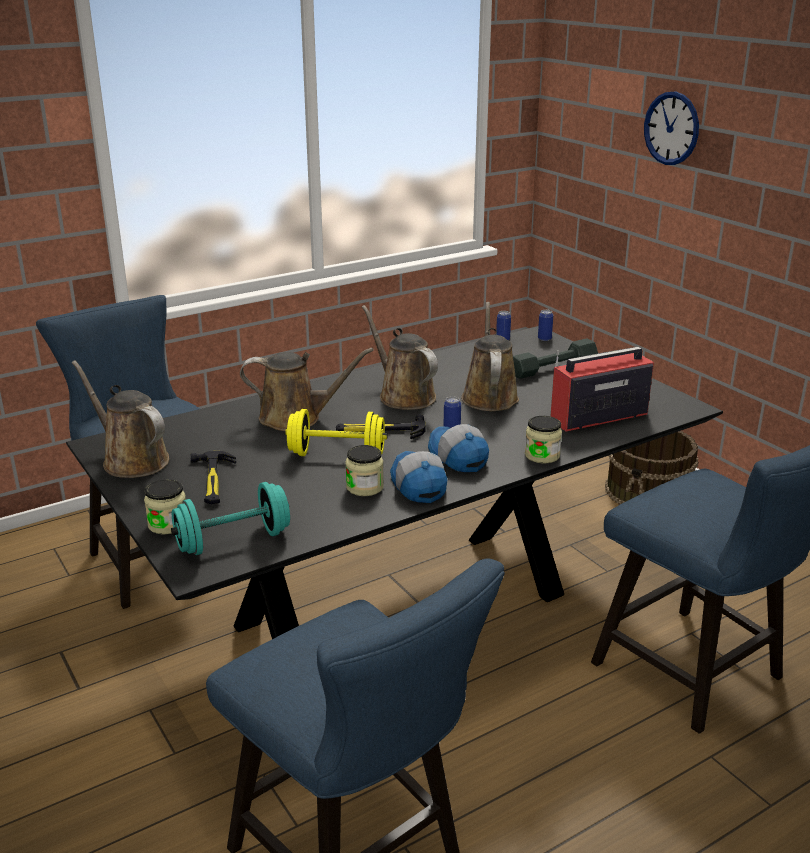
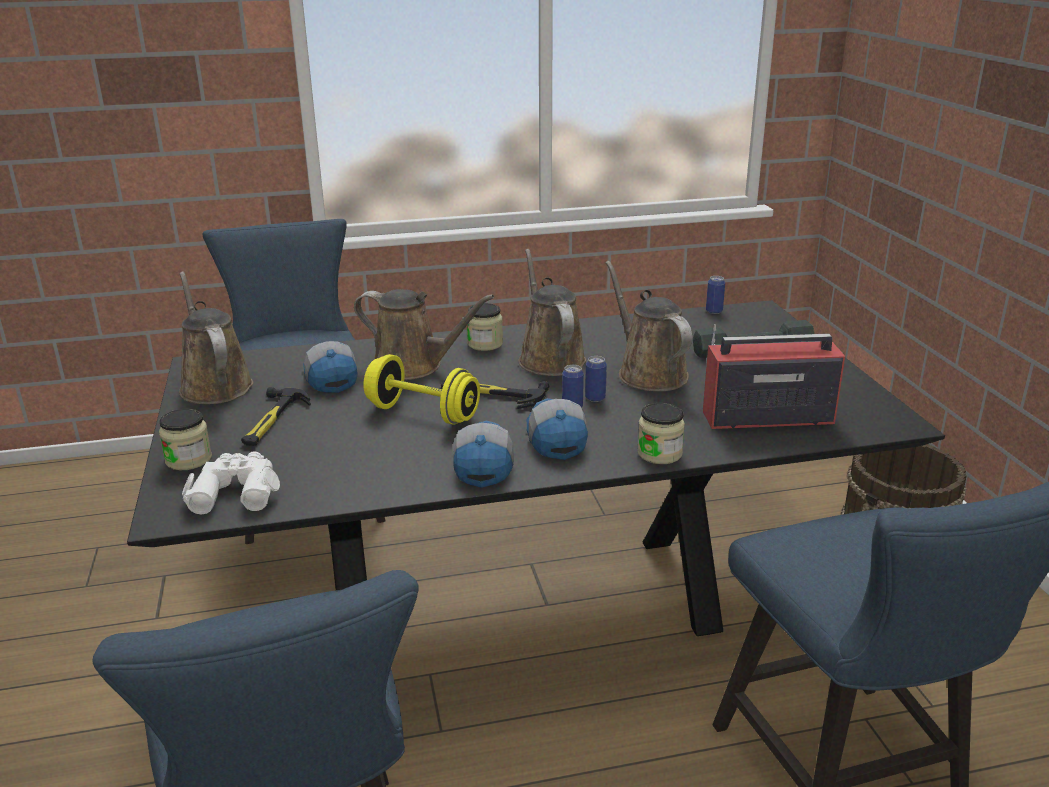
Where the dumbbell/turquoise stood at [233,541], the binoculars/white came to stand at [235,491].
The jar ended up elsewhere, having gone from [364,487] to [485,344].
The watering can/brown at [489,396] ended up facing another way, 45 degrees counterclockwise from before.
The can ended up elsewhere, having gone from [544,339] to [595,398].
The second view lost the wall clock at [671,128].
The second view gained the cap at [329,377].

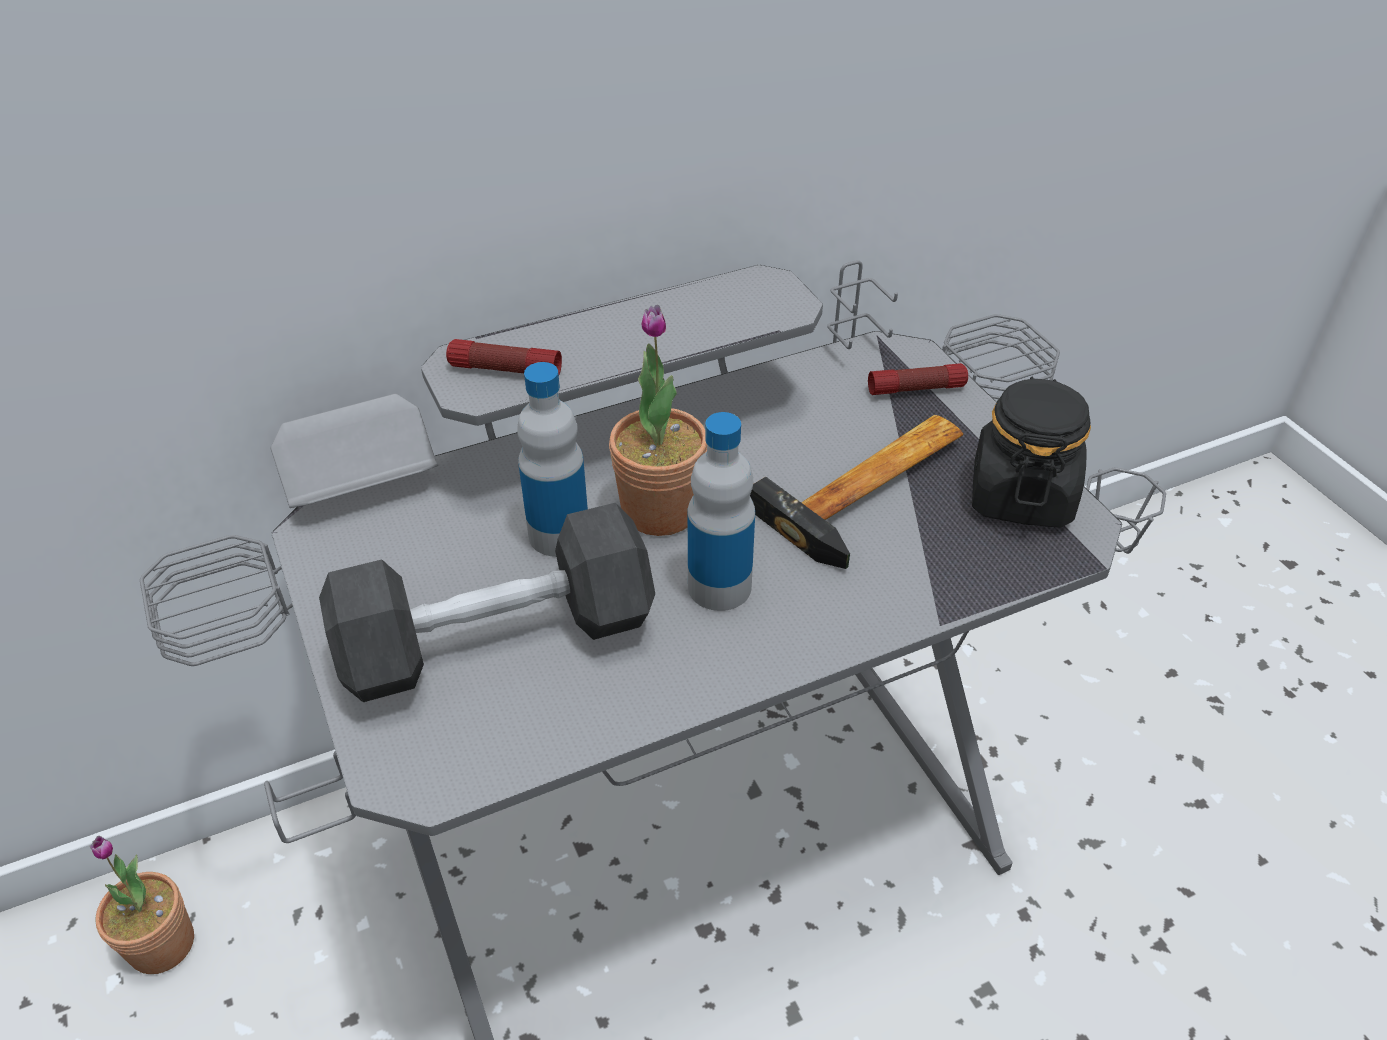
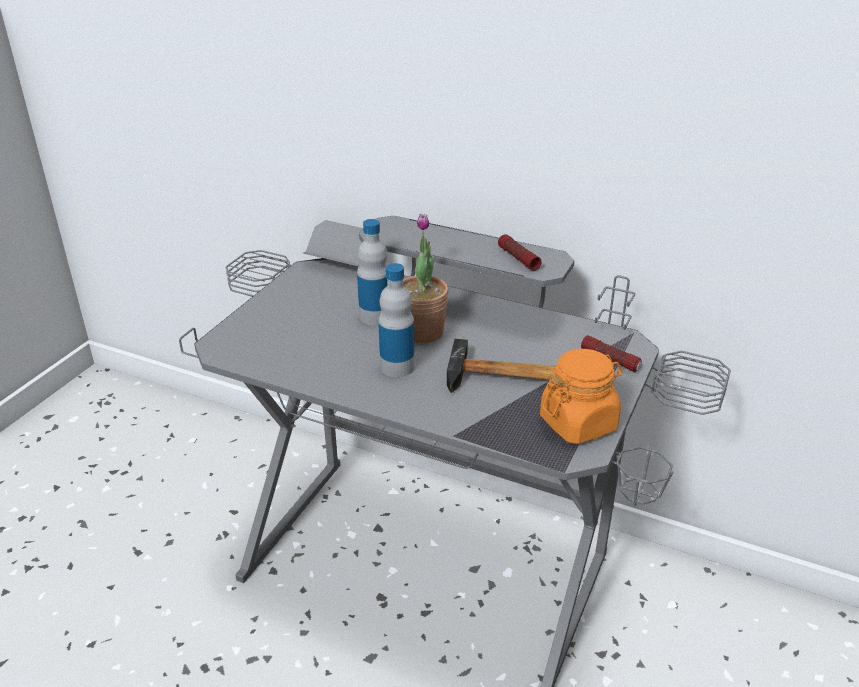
The second view lost the potted plant at [162,944].
The second view lost the dumbbell/black at [498,639].
The flashlight ended up elsewhere, having gone from [505,370] to [518,258].
What was the jar/black at [1020,495] turned into the jar/orange at [578,423].

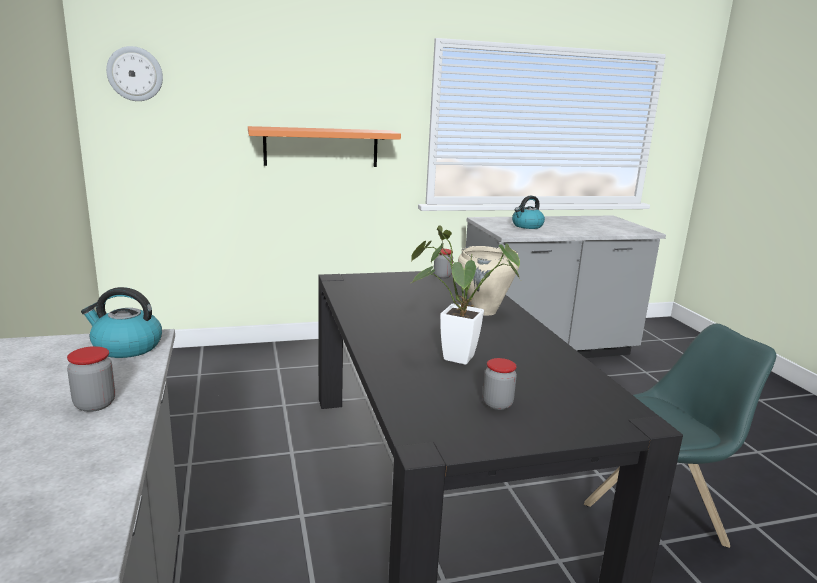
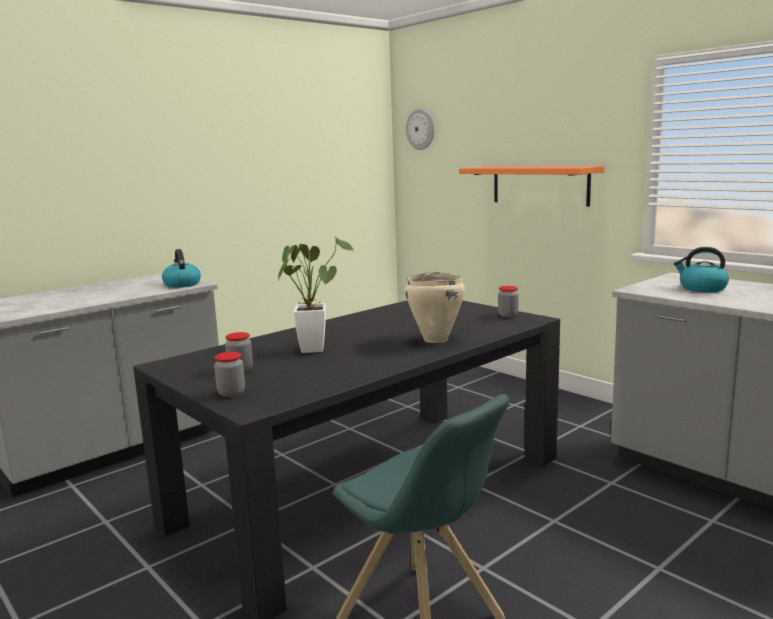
The jar ended up elsewhere, having gone from [95,404] to [231,393].

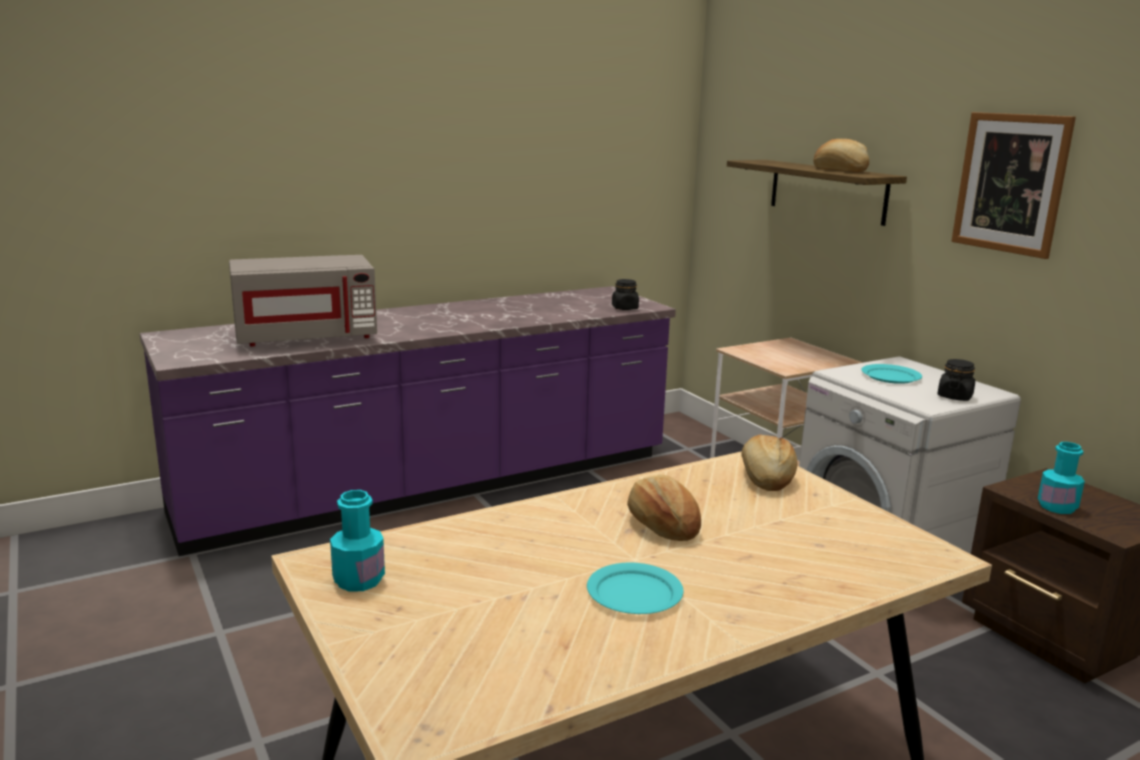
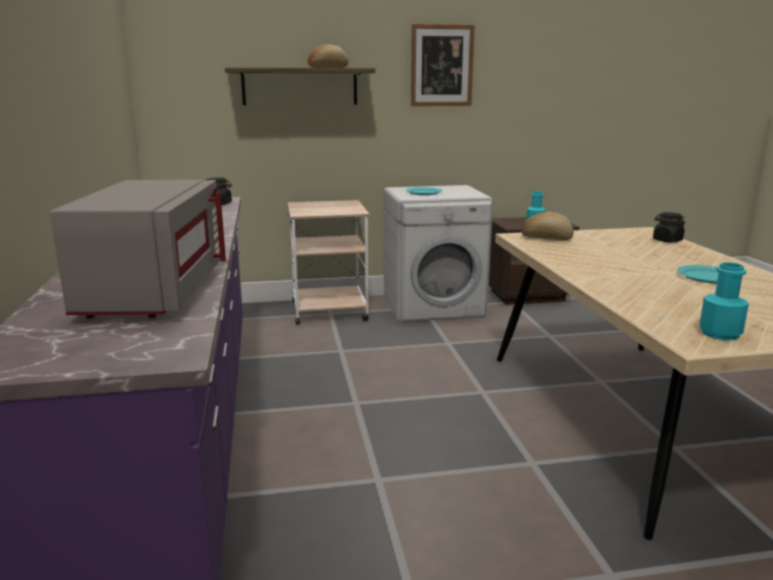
The second view lost the bread at [662,525].
The jar/black ended up elsewhere, having gone from [954,396] to [667,240].

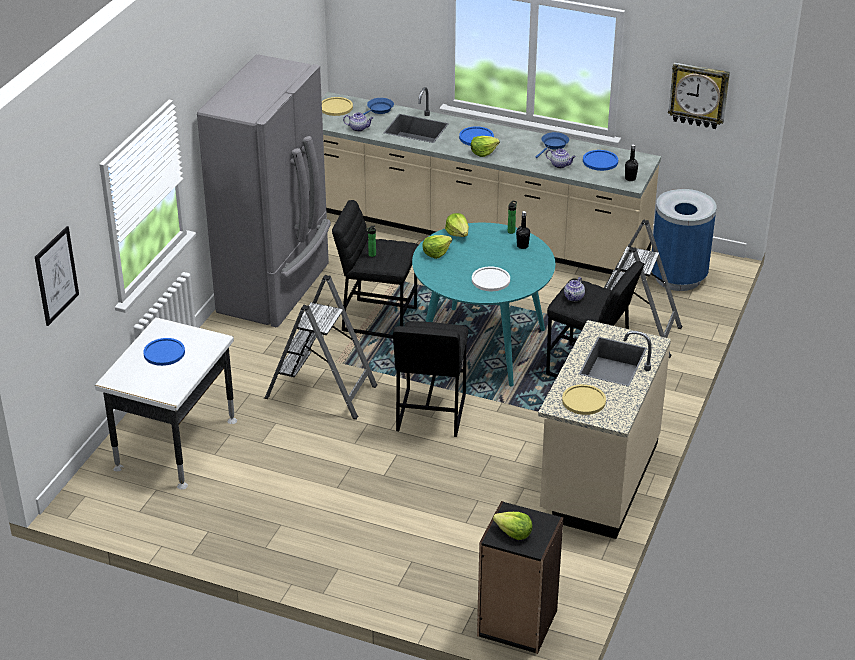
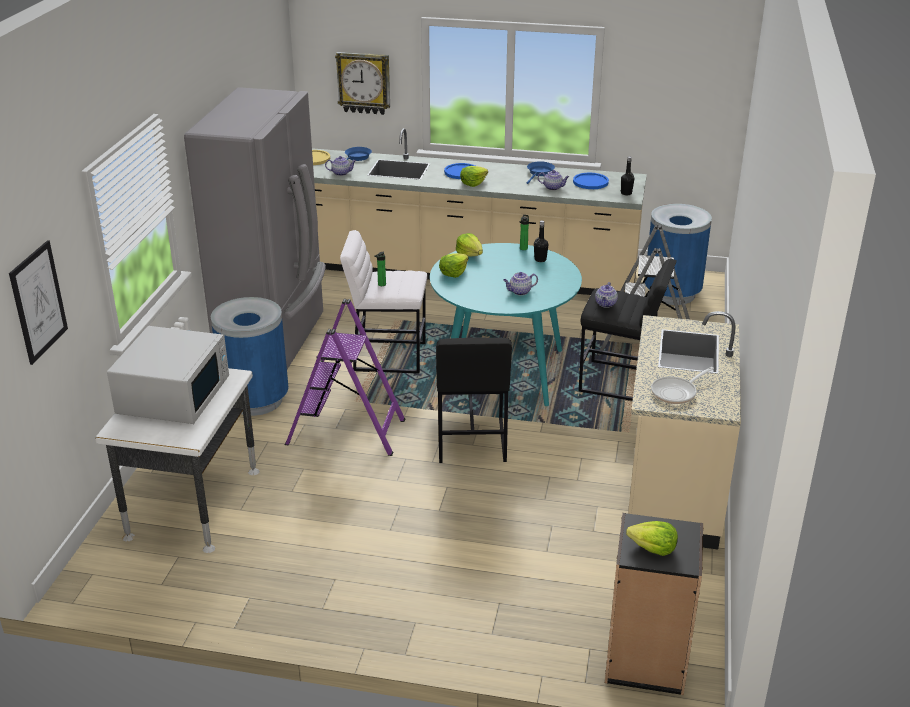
Where the plate/blue stood at [164,353], the microwave/white came to stand at [174,395].
What was the step ladder/grey at [322,391] turned into the step ladder/purple at [347,431].
What was the stool/black at [377,319] turned into the stool/white at [387,356].
Where the plate/white stood at [490,280], the teapot came to stand at [519,292].
Where the plate/yellow stood at [583,400], the frying pan came to stand at [676,392].
The wall clock ended up elsewhere, having gone from [698,95] to [364,83].
The second view gained the trash can/blue at [255,400].

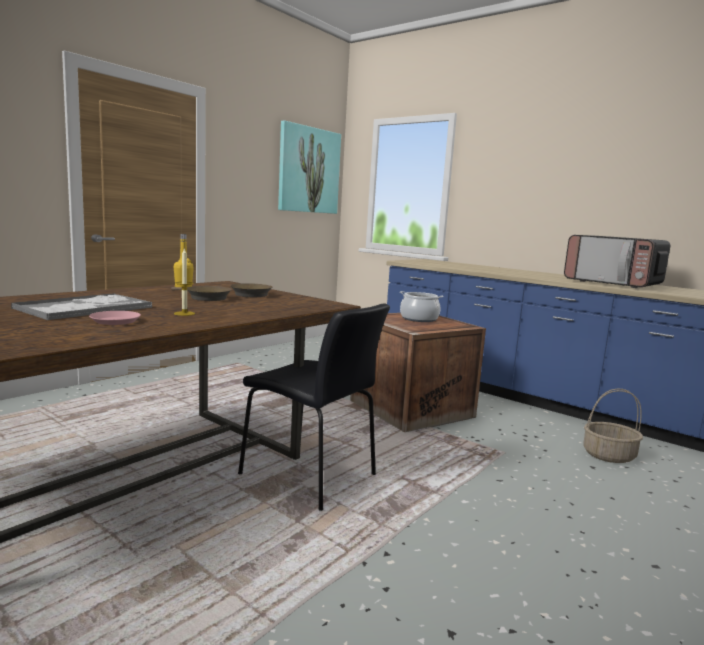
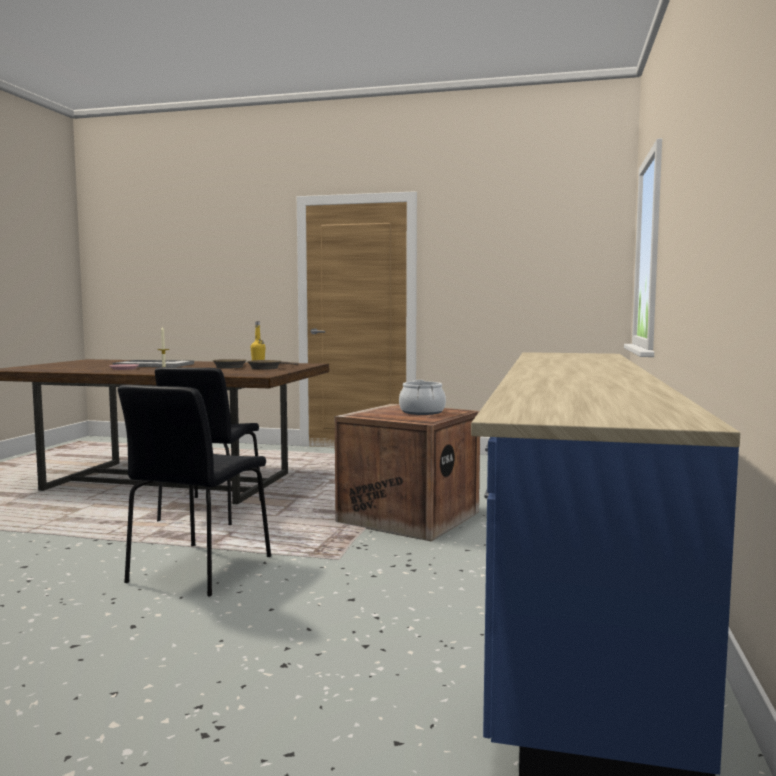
The second view lost the picture at [308,170].
The second view lost the microwave at [613,283].
The second view lost the basket at [609,455].
The second view gained the chair/black at [198,571].

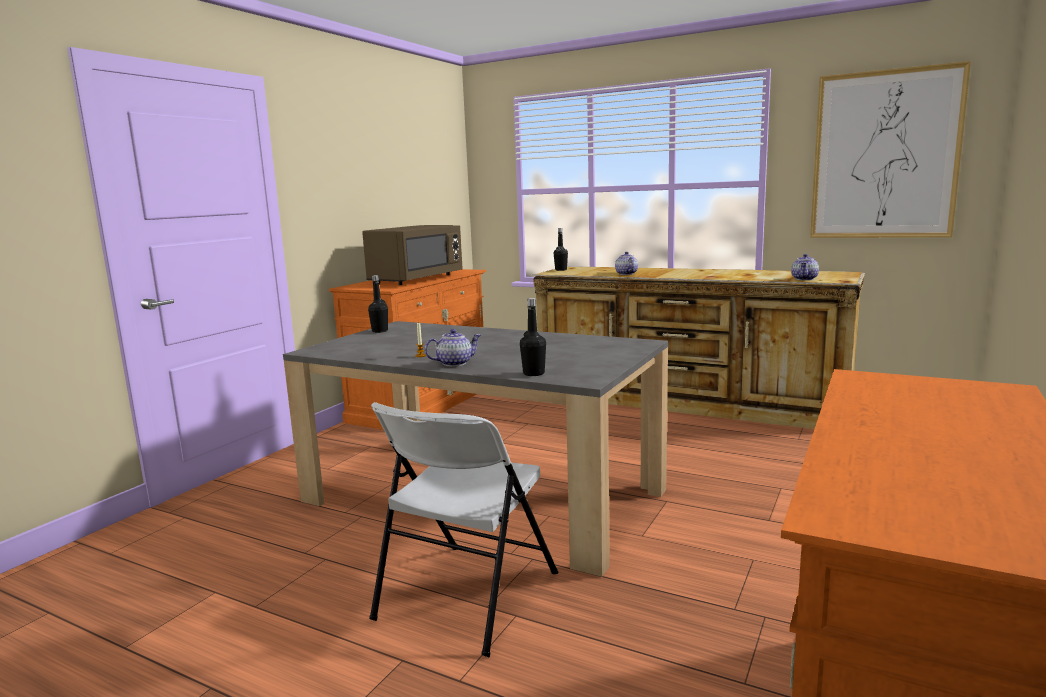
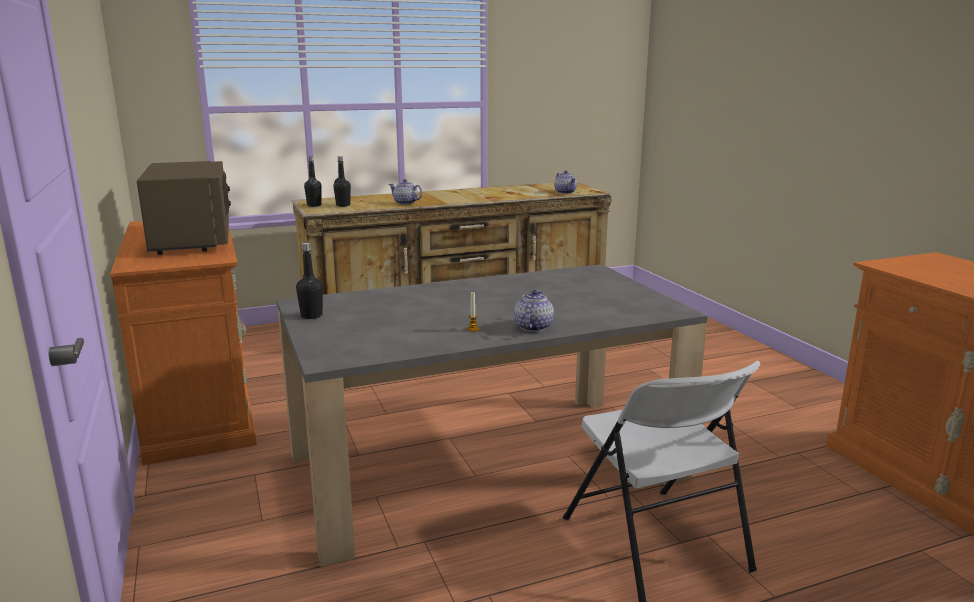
The bottle/black ended up elsewhere, having gone from [533,373] to [343,205].
The second view lost the picture at [884,155].

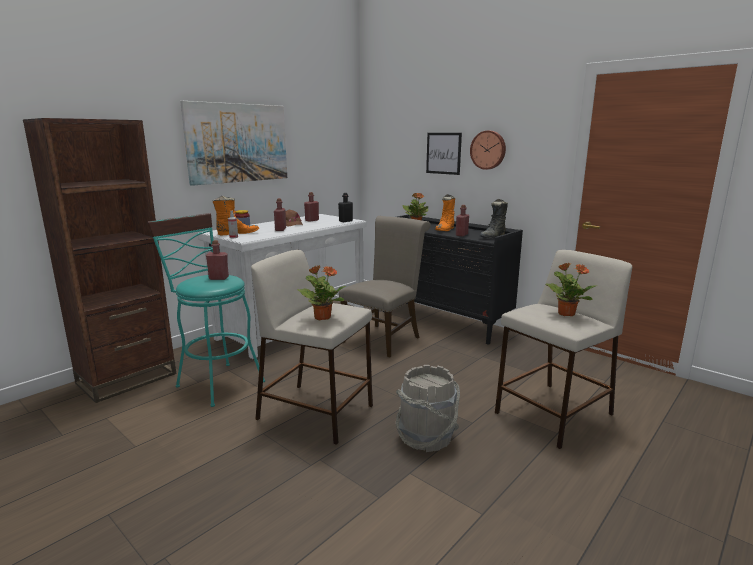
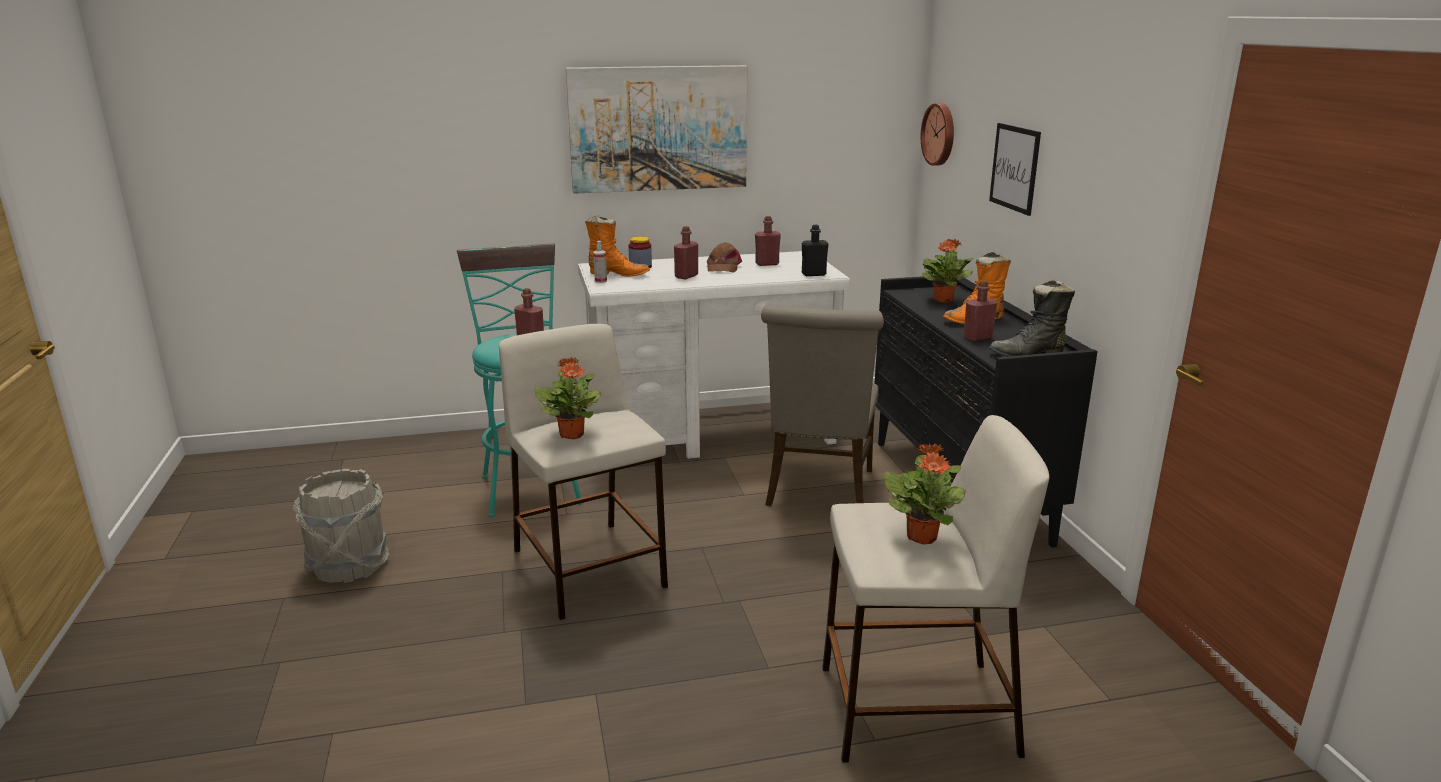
The second view lost the bookcase/brown at [127,379].
The chair/beige at [384,338] ended up facing another way, 120 degrees clockwise from before.
The bucket/grey ended up elsewhere, having gone from [426,437] to [349,566].
The wall clock ended up elsewhere, having gone from [488,150] to [940,134].

